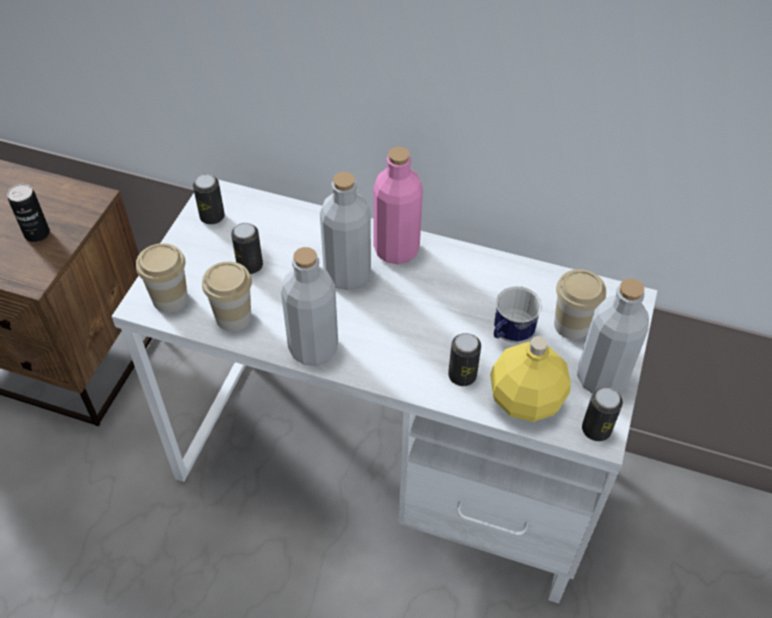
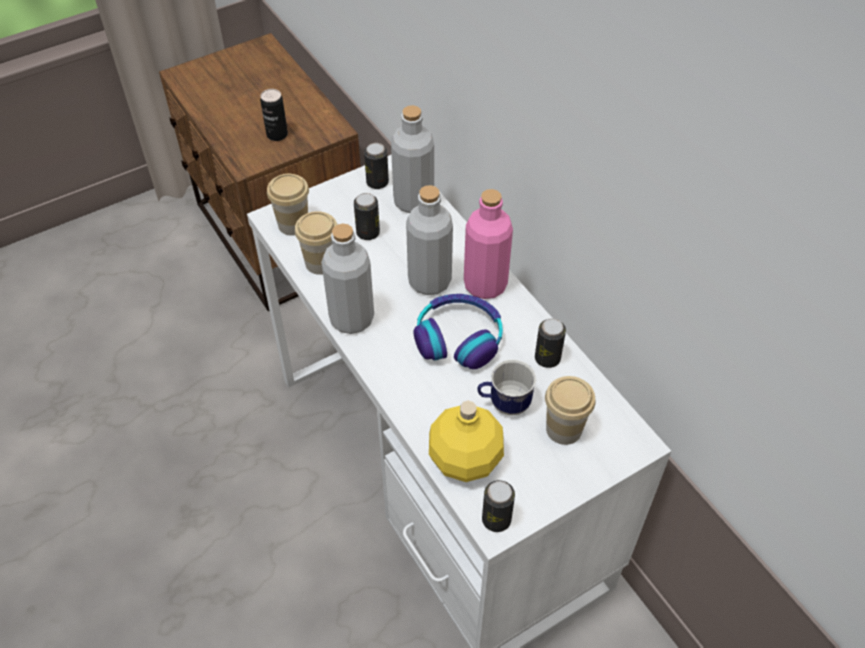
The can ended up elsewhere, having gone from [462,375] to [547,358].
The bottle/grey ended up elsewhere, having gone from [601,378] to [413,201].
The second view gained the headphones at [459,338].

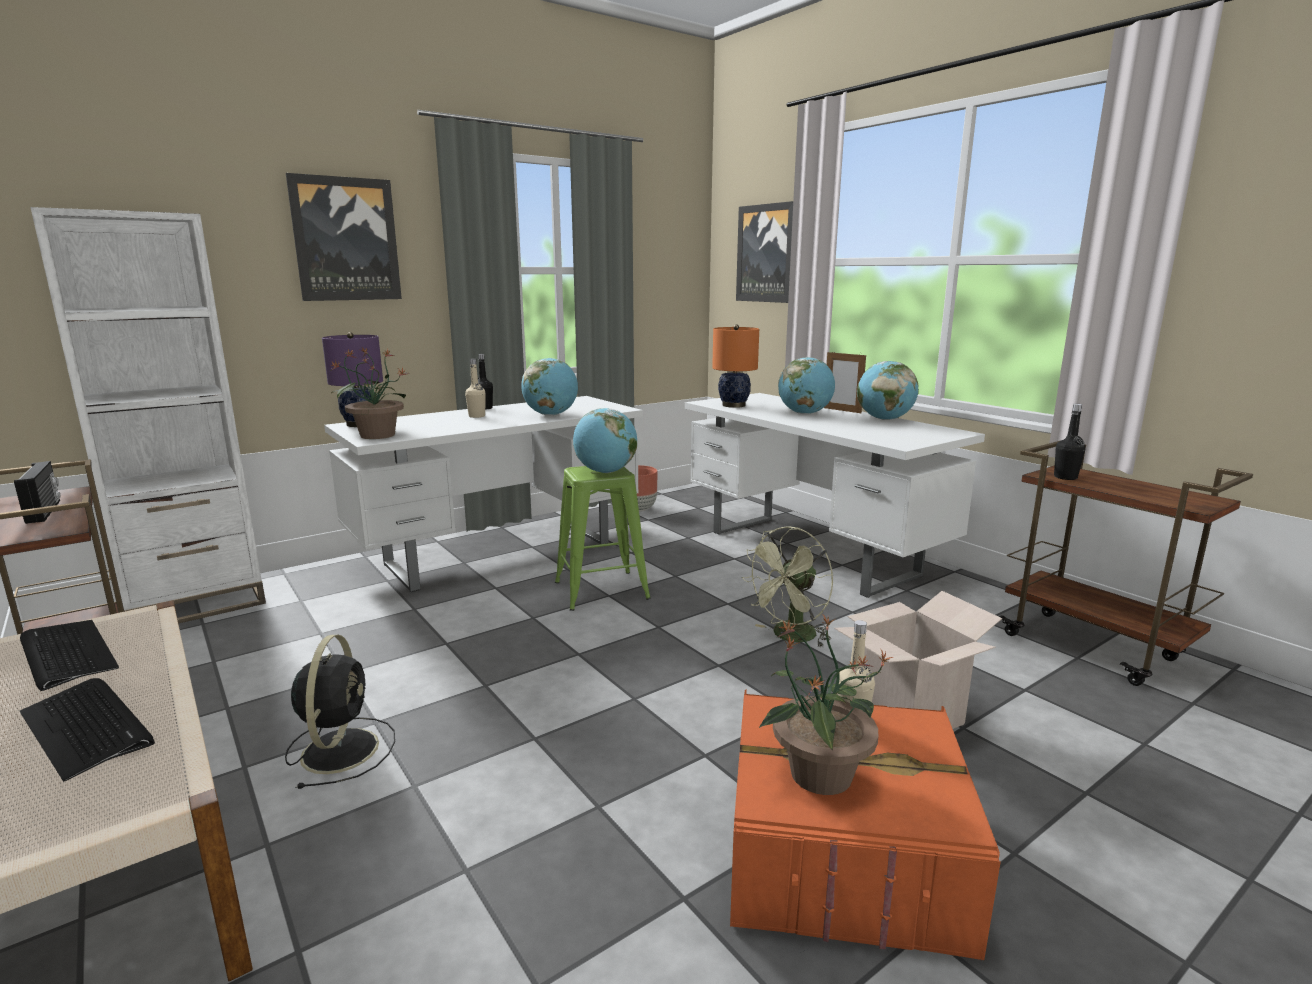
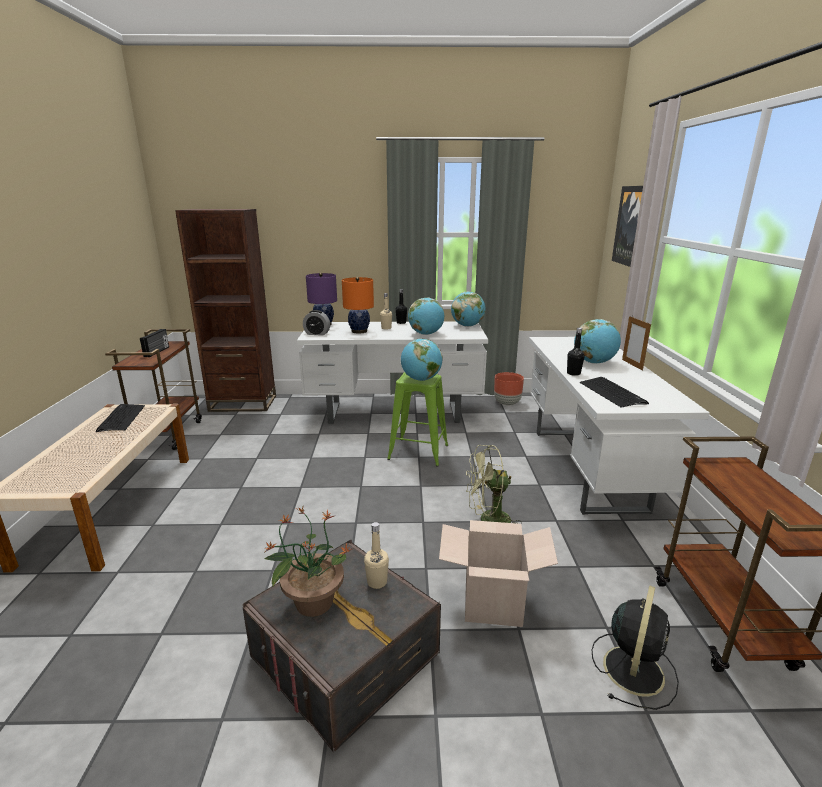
The keyboard ended up elsewhere, having gone from [87,727] to [612,393].
What was the bookcase/white at [196,604] turned into the bookcase/brown at [243,403].
The fan/black ended up elsewhere, having gone from [341,748] to [633,668].
The second view lost the picture at [346,239].
Where the potted plant stood at [376,435], the alarm clock came to stand at [317,334].
The table lamp/orange ended up elsewhere, having gone from [733,405] to [359,331].
What was the storage box/orange at [843,853] turned into the storage box/grey at [345,656].
The globe ended up elsewhere, having gone from [884,419] to [467,326].
The bottle/black ended up elsewhere, having gone from [1065,477] to [573,373].

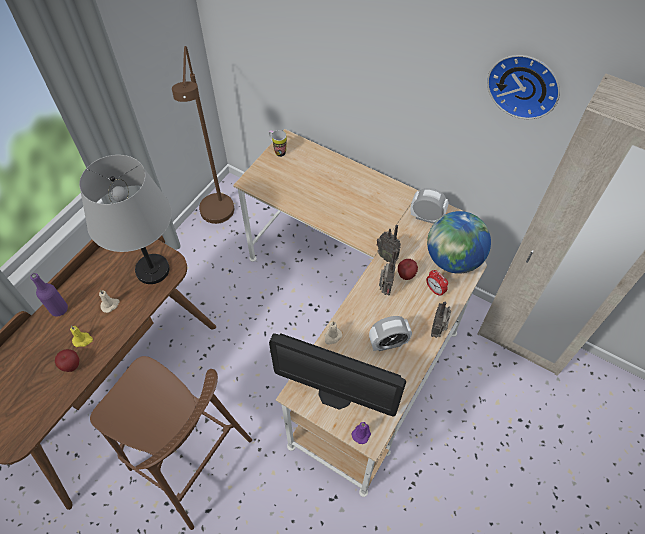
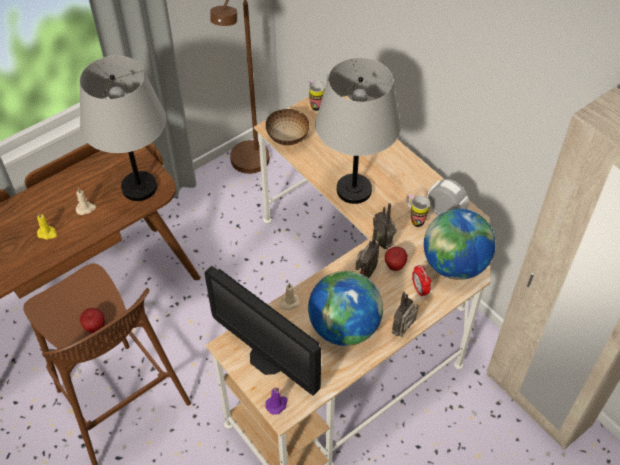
The second view lost the bottle/purple at [59,309].
The apple ended up elsewhere, having gone from [72,365] to [95,328].
Where the alarm clock stood at [388,343], the globe came to stand at [344,327].
The second view lost the wall clock at [524,84].
The second view gained the bowl at [288,139].
The second view gained the table lamp/grey at [354,190].
The second view gained the mug at [414,219].

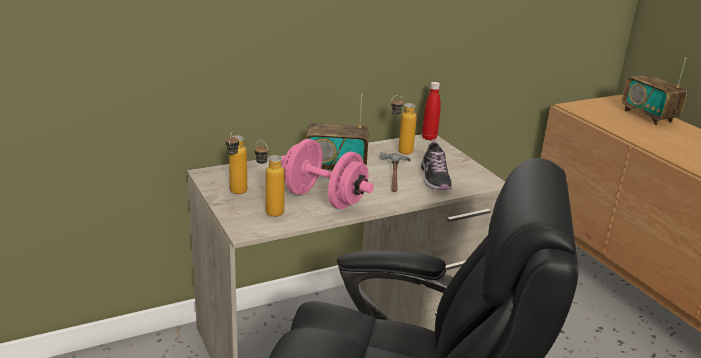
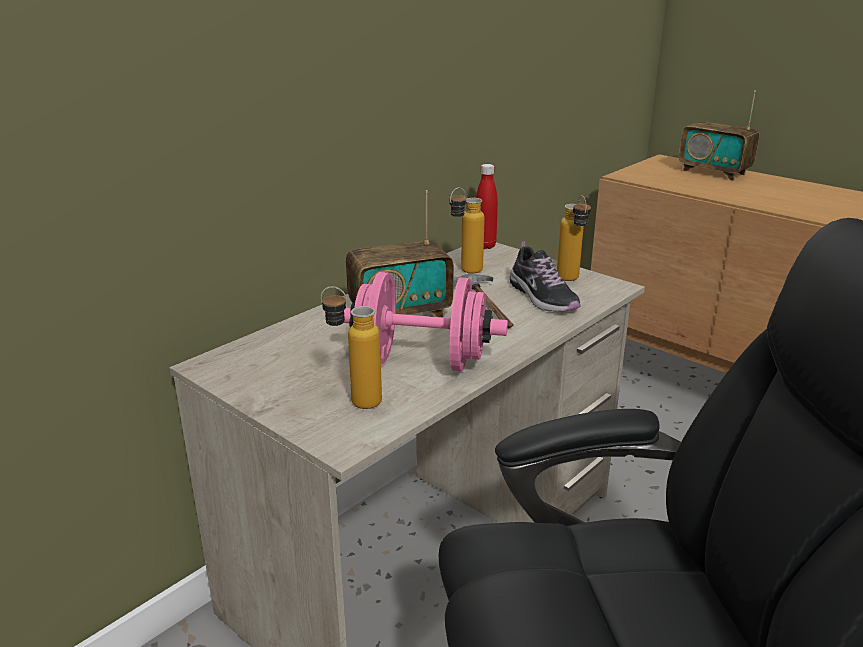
The bottle ended up elsewhere, having gone from [236,194] to [571,281].

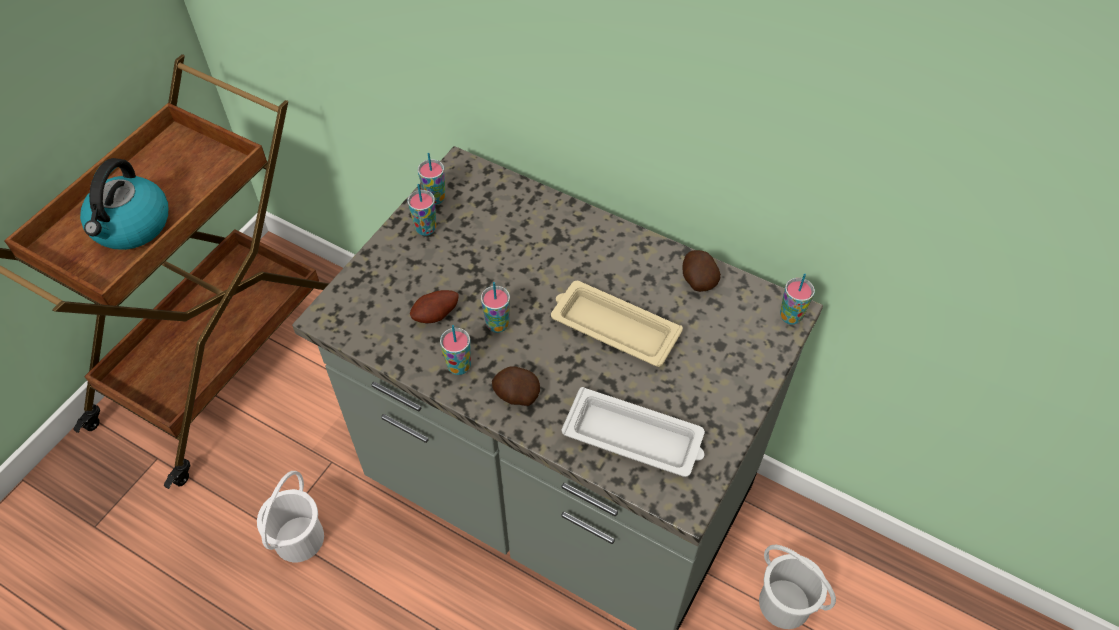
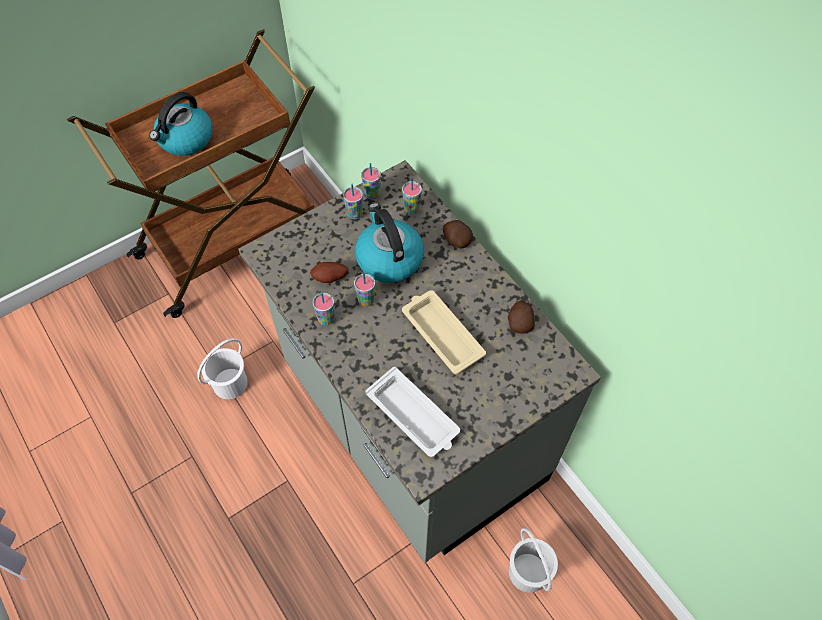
The potato ended up elsewhere, having gone from [516,395] to [456,240].
The cup ended up elsewhere, having gone from [790,316] to [411,208].
The second view gained the kettle at [388,258].

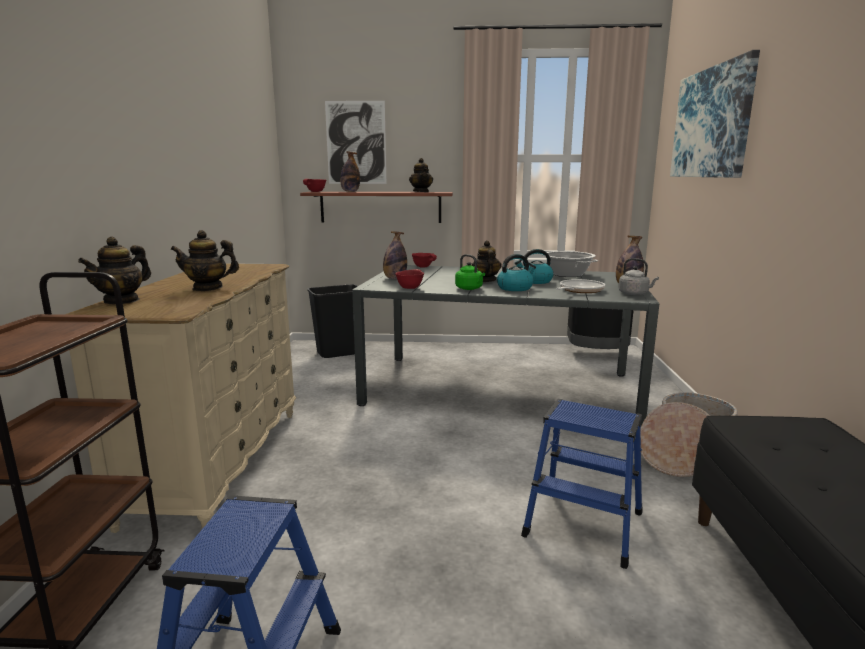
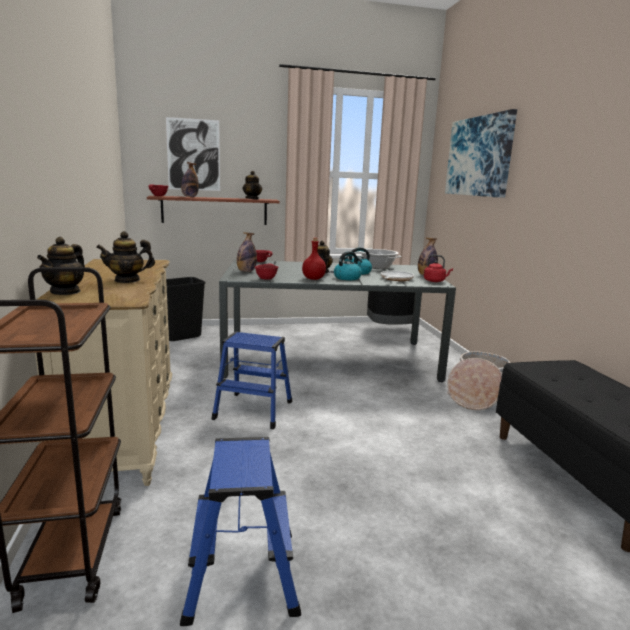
Where the kettle/green stood at [470,288], the bottle/red came to stand at [314,279].
The step ladder/blue ended up elsewhere, having gone from [584,523] to [254,410].
What was the kettle/grey at [635,294] turned into the kettle/red at [435,281].

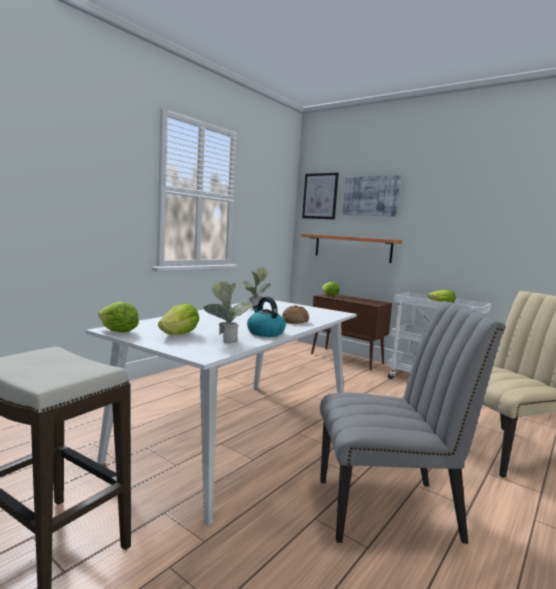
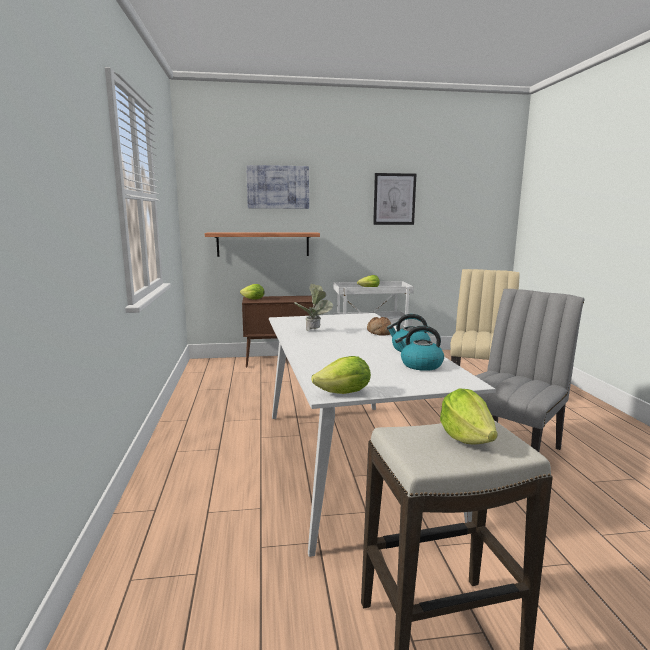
The lettuce ended up elsewhere, having gone from [180,334] to [466,438].
Where the potted plant stood at [225,340], the kettle came to stand at [420,365].
The picture ended up elsewhere, having gone from [320,196] to [394,199].

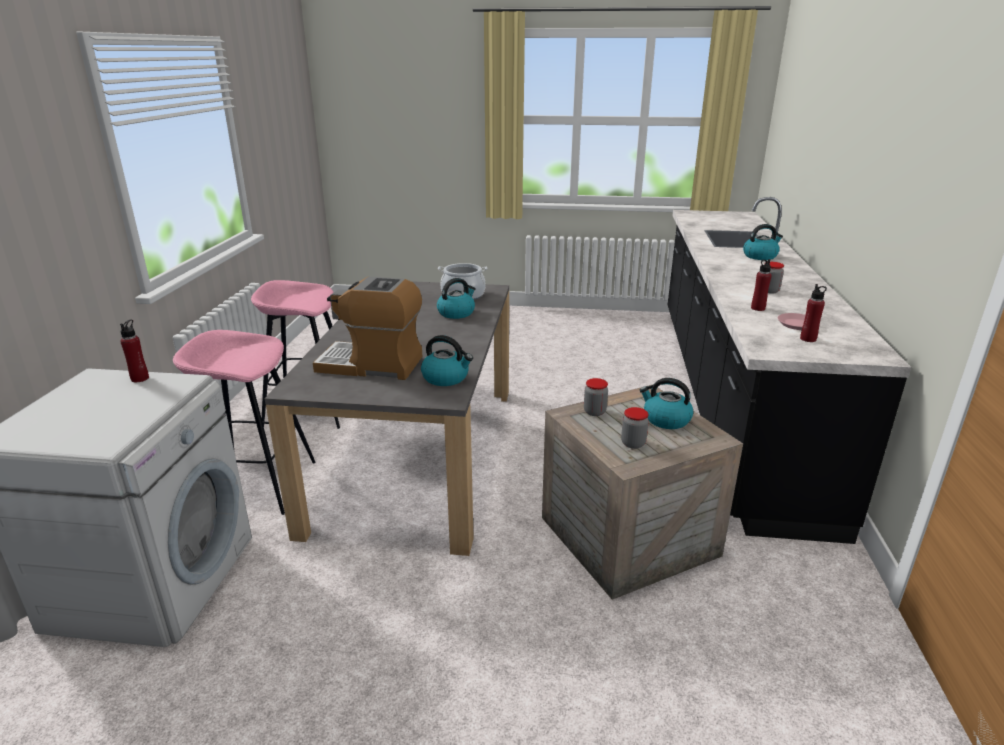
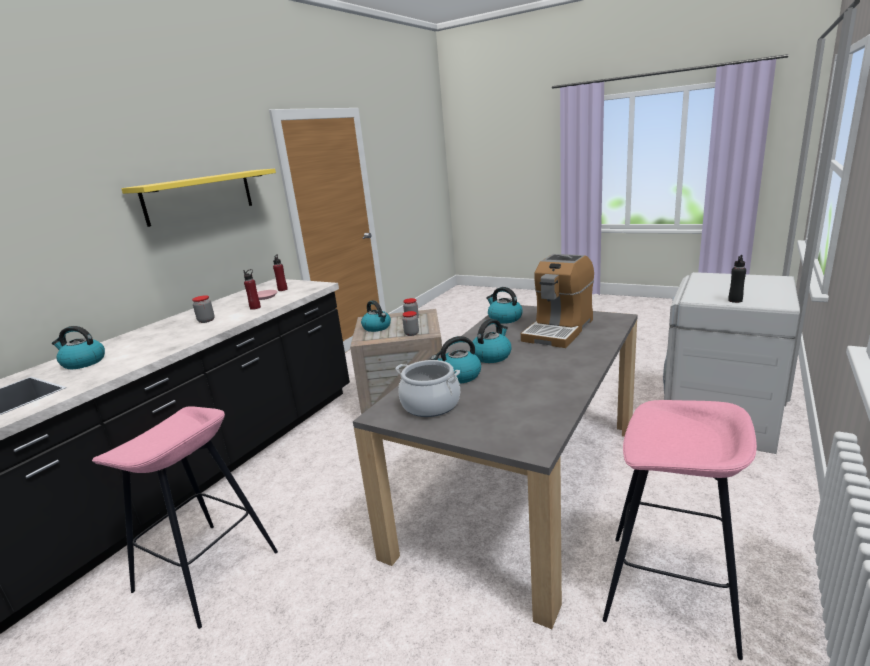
What was the bottle/red at [140,378] turned into the bottle/black at [735,300].
The stool/pink ended up elsewhere, having gone from [256,484] to [206,572].
The coffee machine at [372,365] ended up facing another way, 90 degrees clockwise from before.
The second view gained the shelf/yellow at [199,196].
The second view gained the kettle at [491,356].

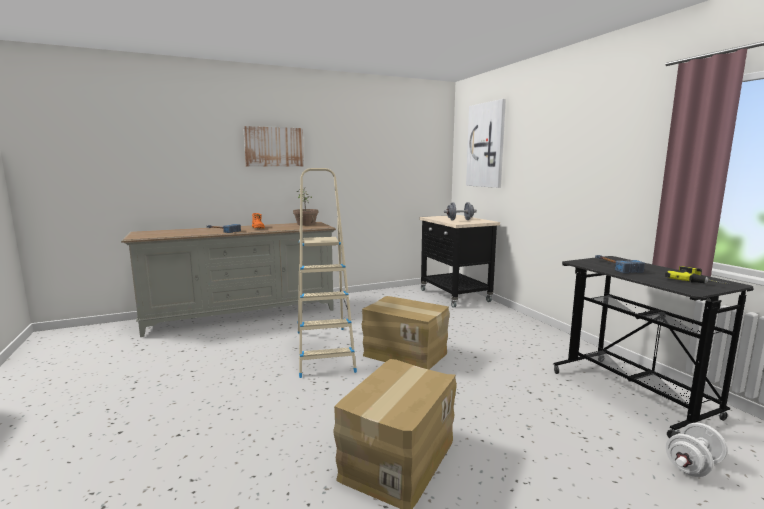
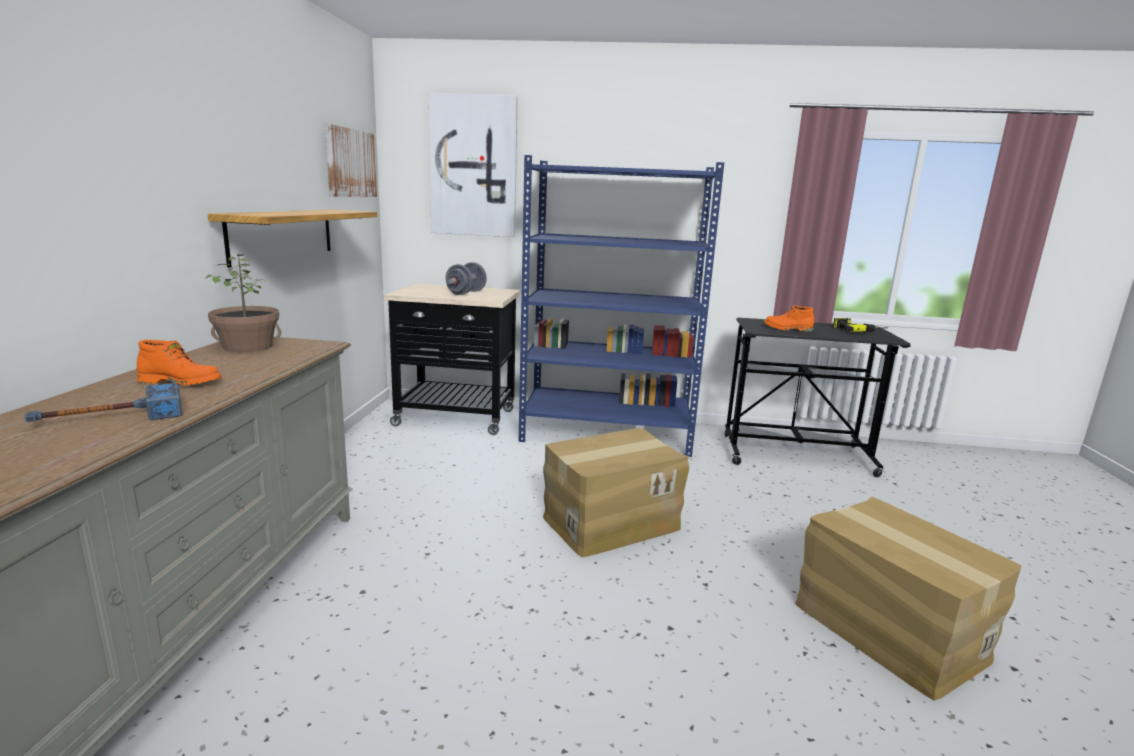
The picture ended up elsewhere, having gone from [274,147] to [351,163].
The second view lost the step ladder/beige at [324,350].
Where the hammer stood at [614,266], the boot/orange came to stand at [787,329].
The second view lost the dumbbell/white at [693,466].
The second view gained the shelf at [283,234].
The second view gained the bookcase/blue at [606,432].

